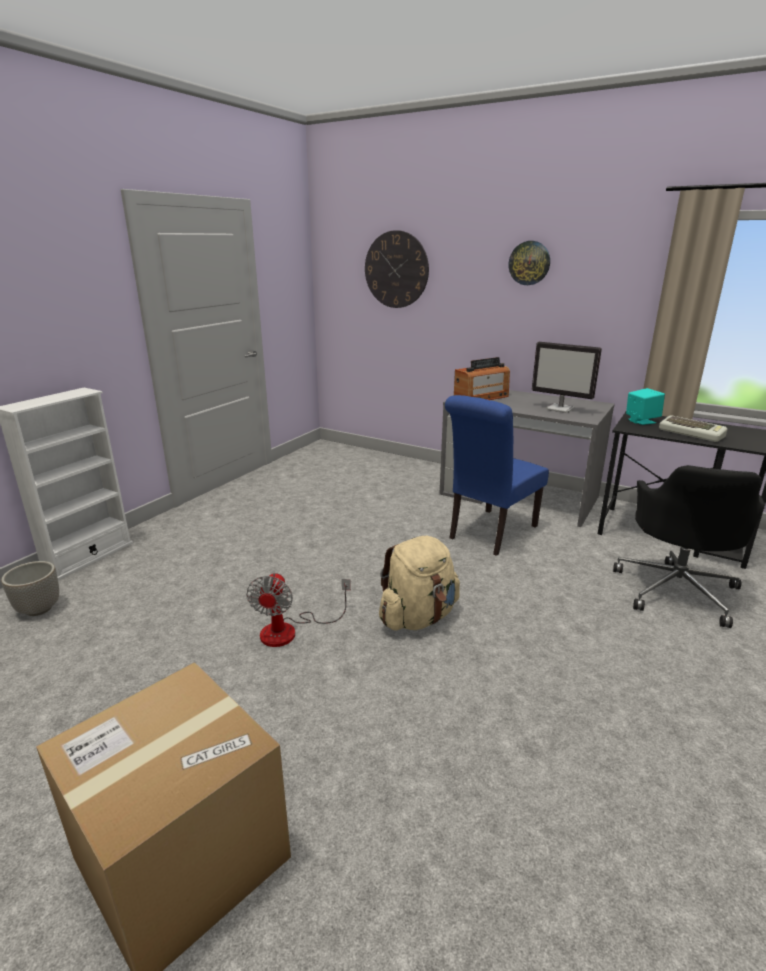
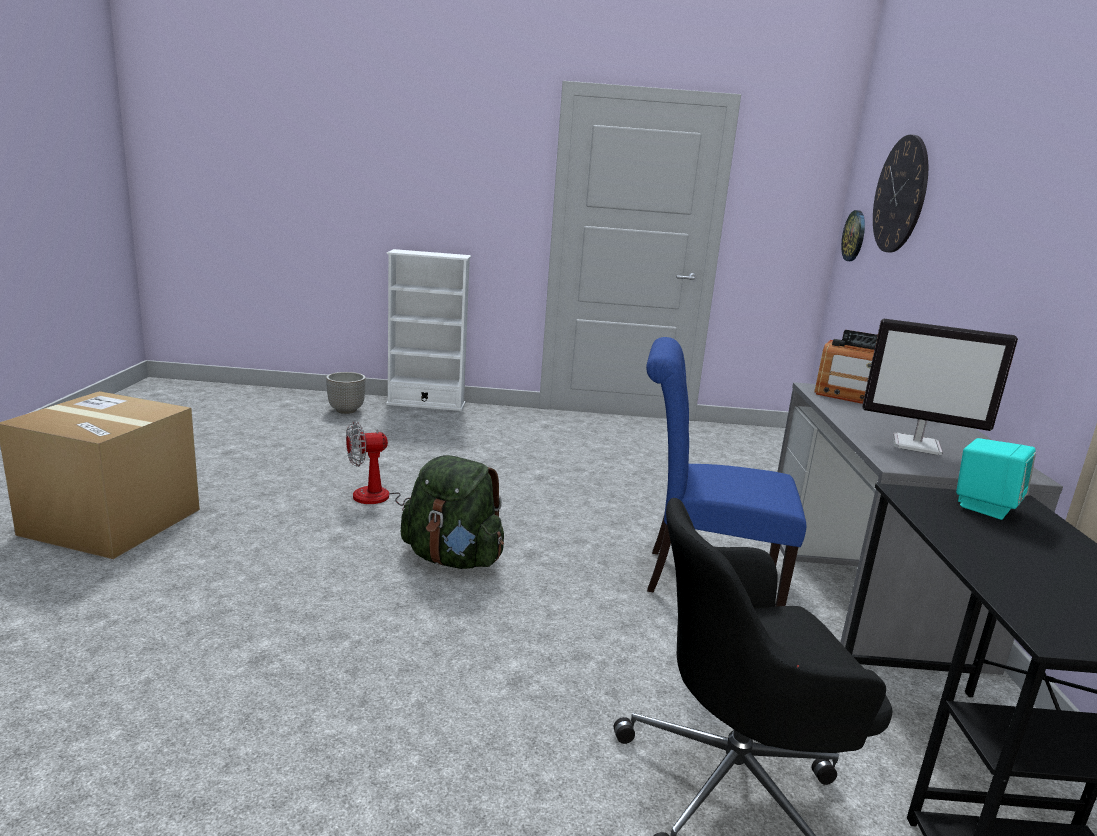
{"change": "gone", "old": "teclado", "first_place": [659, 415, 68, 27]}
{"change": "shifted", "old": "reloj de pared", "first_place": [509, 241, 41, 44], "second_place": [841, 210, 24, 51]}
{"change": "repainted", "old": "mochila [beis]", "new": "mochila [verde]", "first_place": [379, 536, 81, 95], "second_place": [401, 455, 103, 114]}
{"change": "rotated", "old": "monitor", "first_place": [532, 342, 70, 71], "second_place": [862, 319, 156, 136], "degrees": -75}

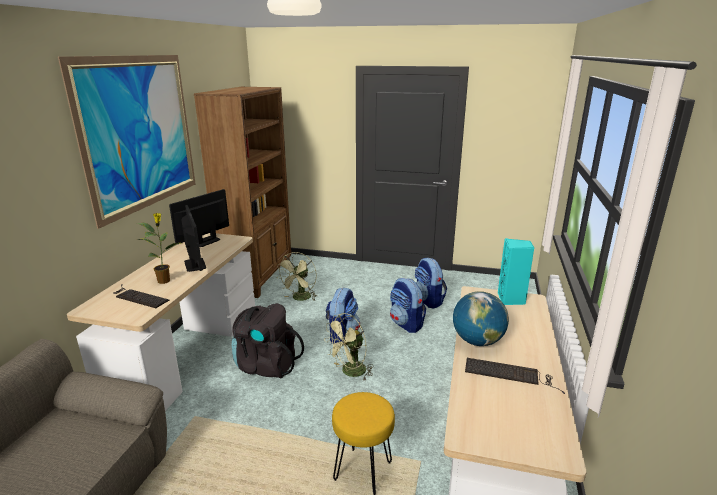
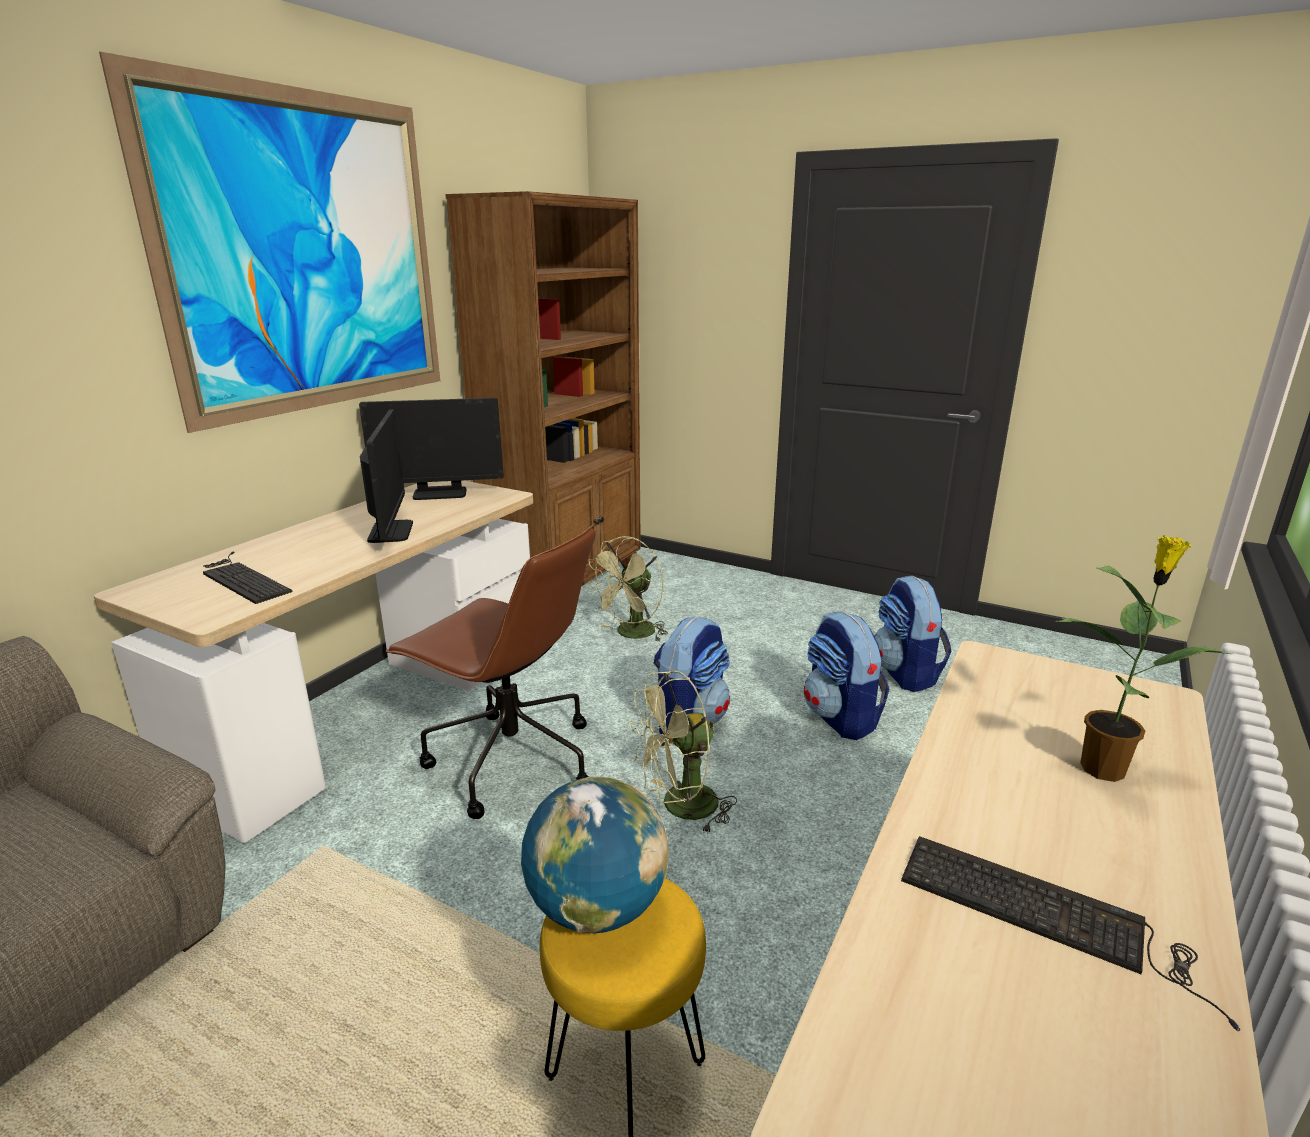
{"change": "gone", "old": "altavoz [turquesa]", "first_place": [498, 238, 36, 67]}
{"change": "shifted", "old": "planta en maceta", "first_place": [137, 213, 46, 71], "second_place": [1056, 535, 176, 247]}
{"change": "shifted", "old": "globo terráqueo", "first_place": [453, 291, 56, 55], "second_place": [521, 777, 148, 156]}
{"change": "swapped", "old": "mochila [negro]", "new": "silla de oficina [marrón]", "first_place": [232, 303, 72, 75], "second_place": [386, 525, 210, 294]}
{"change": "rotated", "old": "monitor", "first_place": [169, 189, 60, 58], "second_place": [359, 398, 145, 102], "degrees": -150}

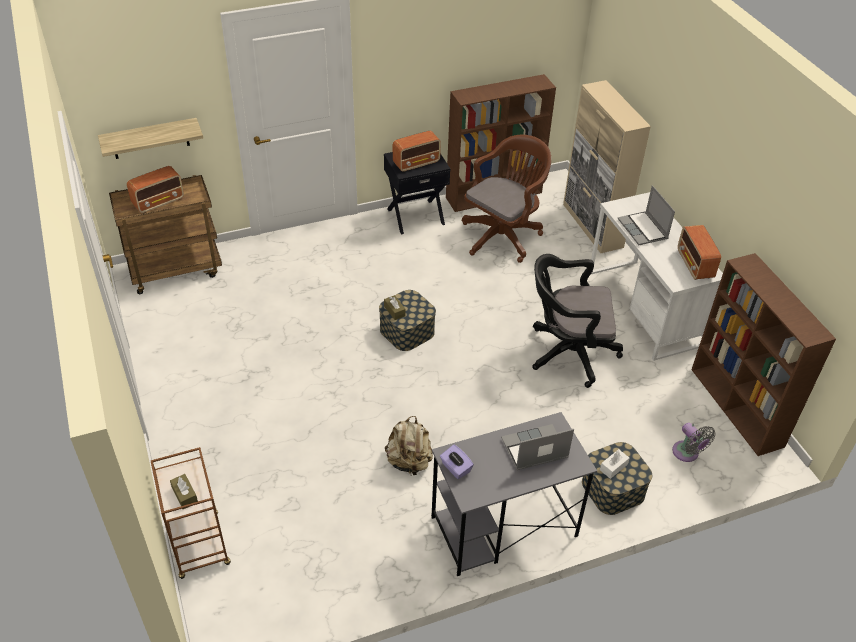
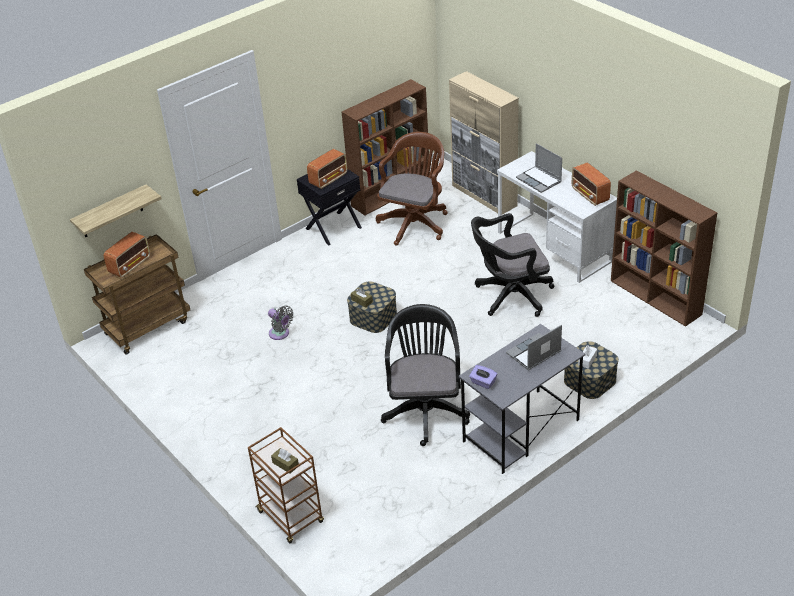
{"change": "shifted", "old": "ventilador [gris]", "first_place": [672, 422, 44, 40], "second_place": [268, 305, 26, 35]}
{"change": "swapped", "old": "mochila [beis]", "new": "silla de oficina [negro]", "first_place": [385, 416, 48, 59], "second_place": [381, 304, 89, 142]}

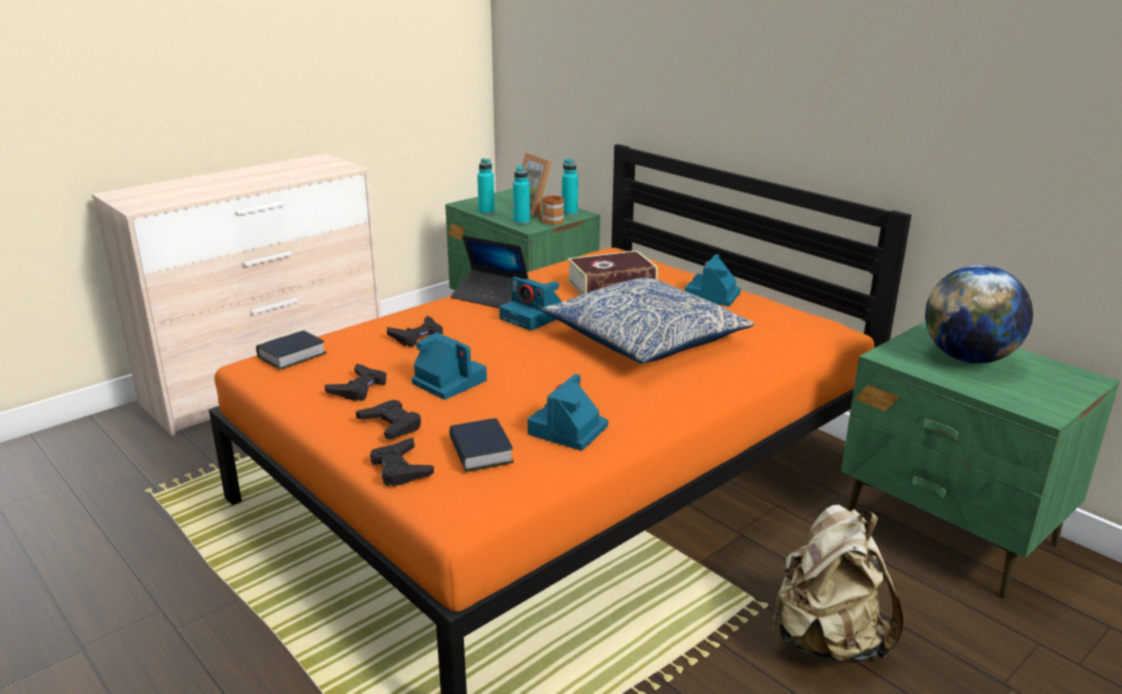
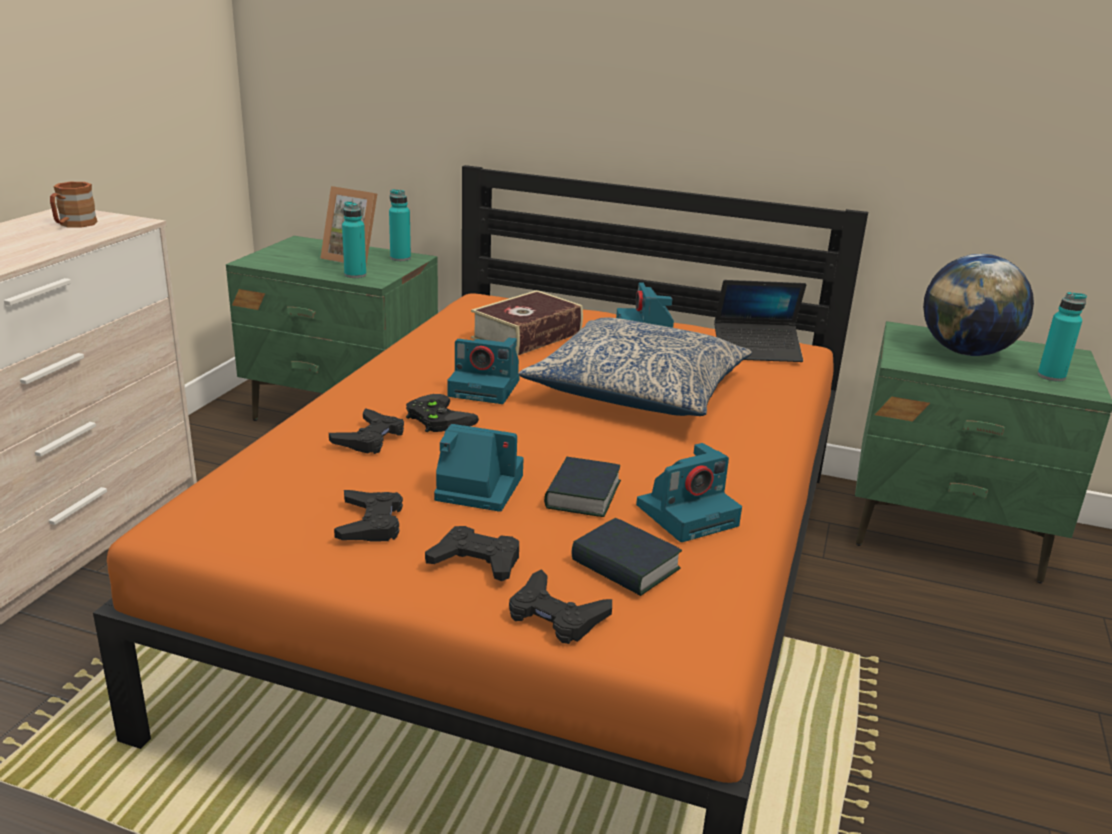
{"change": "gone", "old": "mochila [beis]", "first_place": [772, 505, 133, 156]}
{"change": "new", "new": "mando de consola [negro]", "second_place": [406, 394, 73, 39]}
{"change": "shifted", "old": "libro", "first_place": [256, 330, 71, 40], "second_place": [544, 457, 77, 60]}
{"change": "shifted", "old": "portátil", "first_place": [451, 235, 78, 73], "second_place": [714, 280, 92, 82]}
{"change": "shifted", "old": "botella [turquesa]", "first_place": [477, 158, 18, 57], "second_place": [1038, 292, 49, 90]}
{"change": "shifted", "old": "taza grande [marrón]", "first_place": [538, 195, 26, 30], "second_place": [50, 182, 48, 46]}
{"change": "rotated", "old": "cámara", "first_place": [528, 374, 80, 77], "second_place": [636, 443, 106, 99], "degrees": -120}

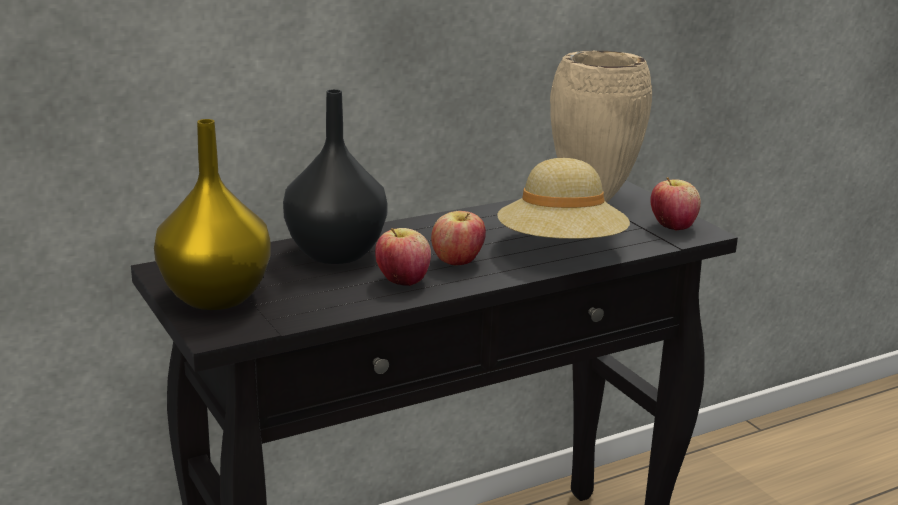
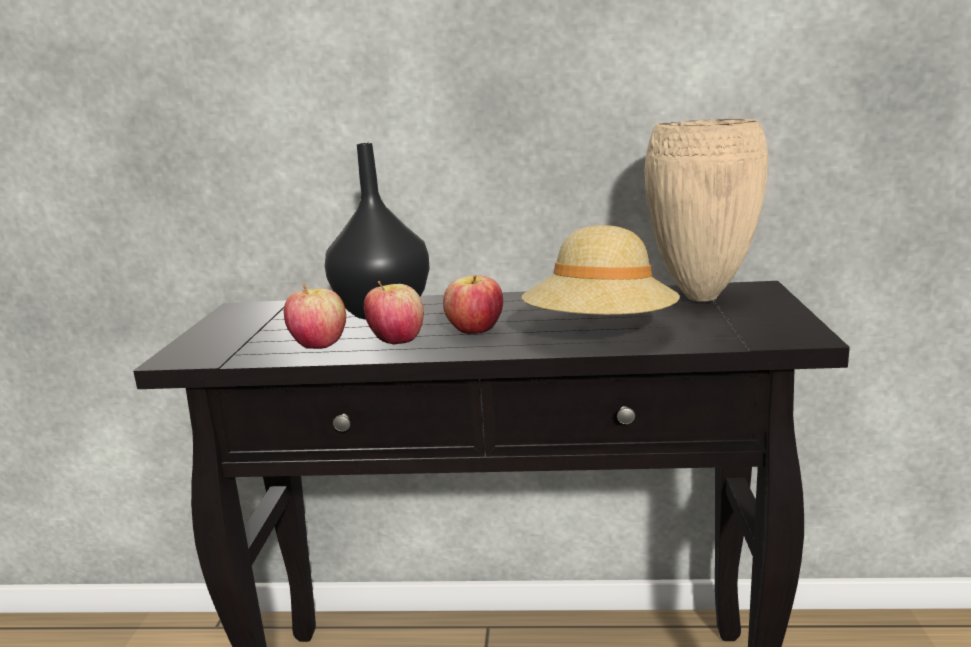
{"change": "gone", "old": "florero [amarillo]", "first_place": [154, 119, 117, 191]}
{"change": "shifted", "old": "manzana", "first_place": [650, 177, 51, 53], "second_place": [284, 284, 62, 65]}

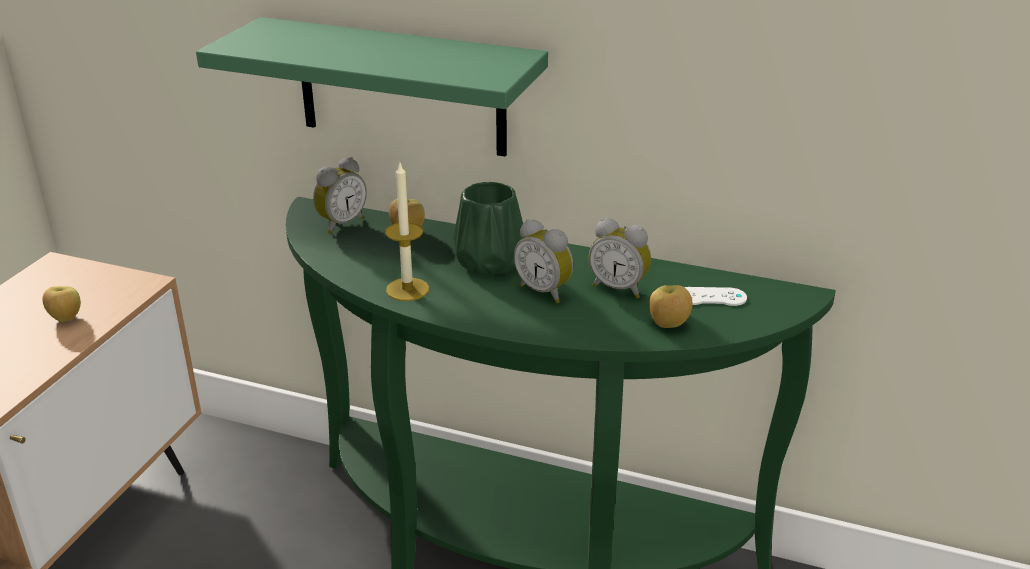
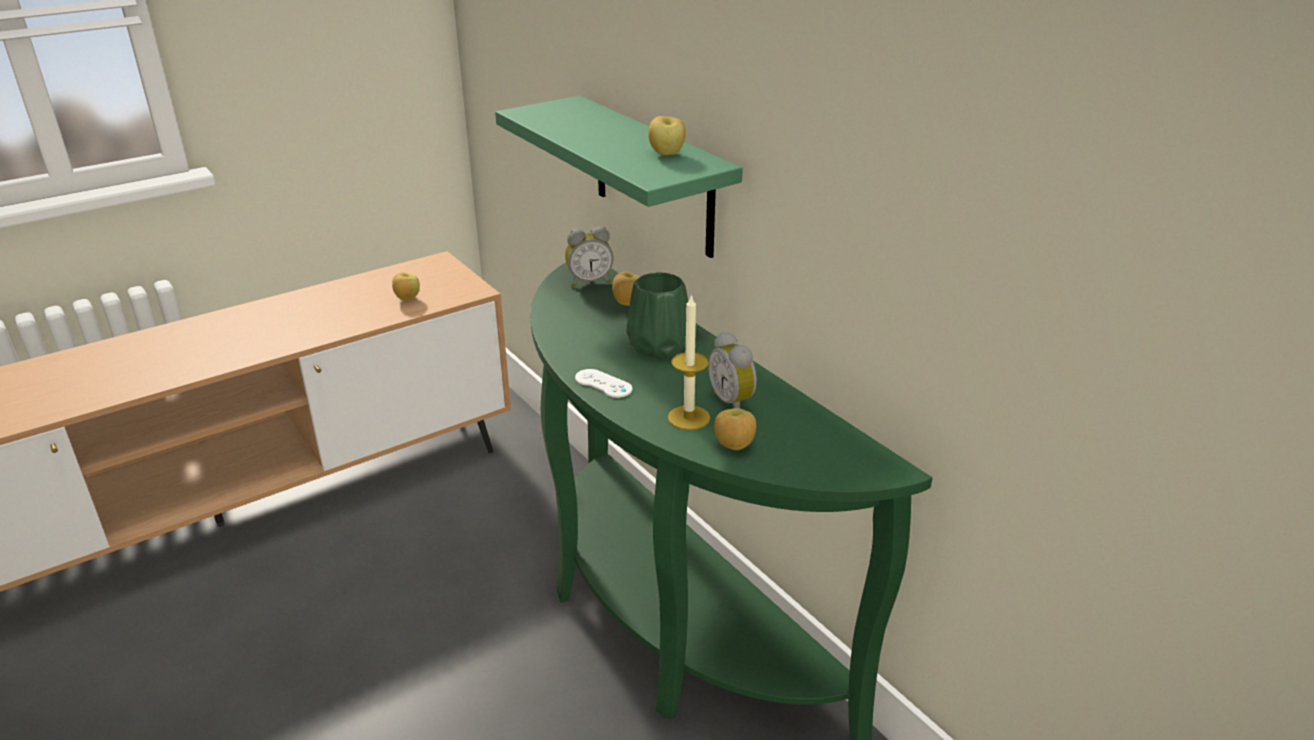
{"change": "gone", "old": "despertador", "first_place": [514, 219, 59, 84]}
{"change": "new", "new": "manzana", "second_place": [648, 116, 38, 39]}
{"change": "shifted", "old": "vela", "first_place": [385, 163, 44, 138], "second_place": [668, 294, 42, 136]}
{"change": "shifted", "old": "mando de consola [blanco]", "first_place": [685, 287, 62, 19], "second_place": [575, 369, 57, 29]}

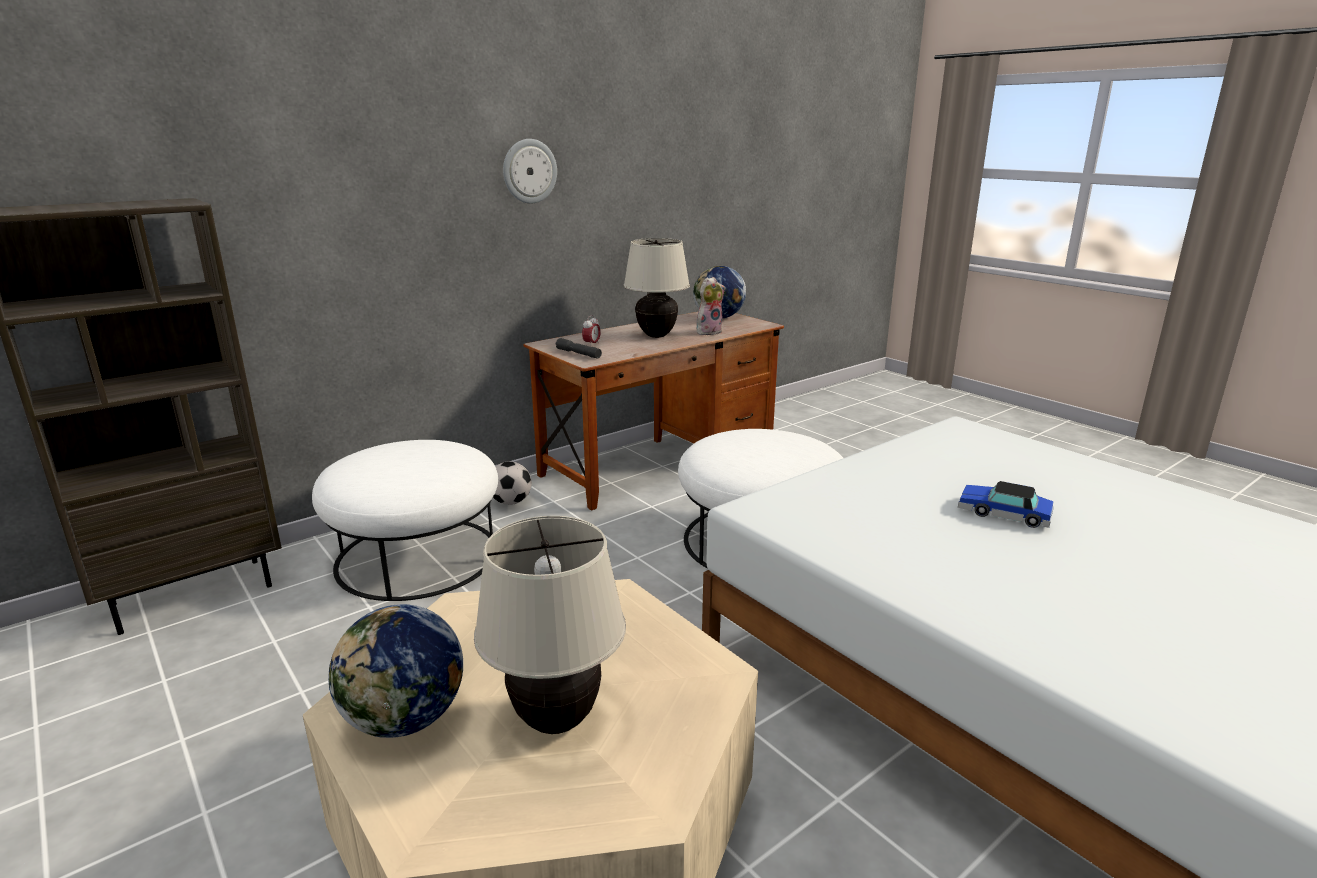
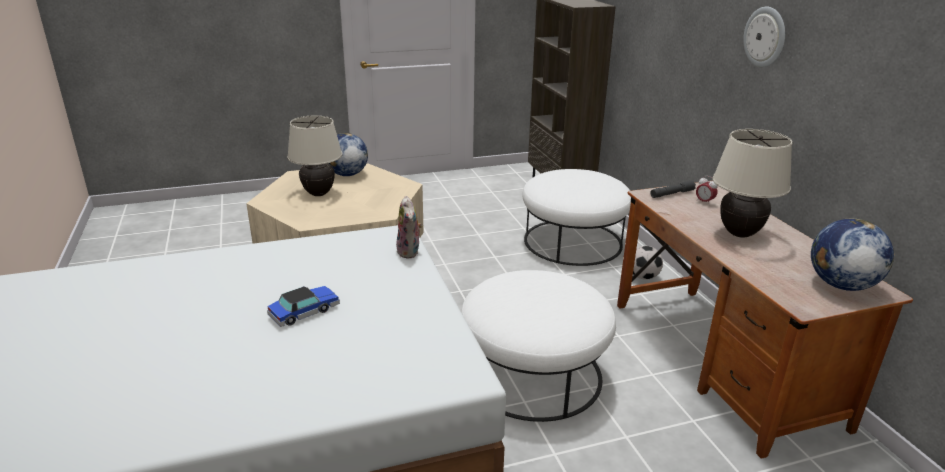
{"change": "shifted", "old": "peluche", "first_place": [697, 277, 28, 58], "second_place": [396, 196, 27, 62]}

